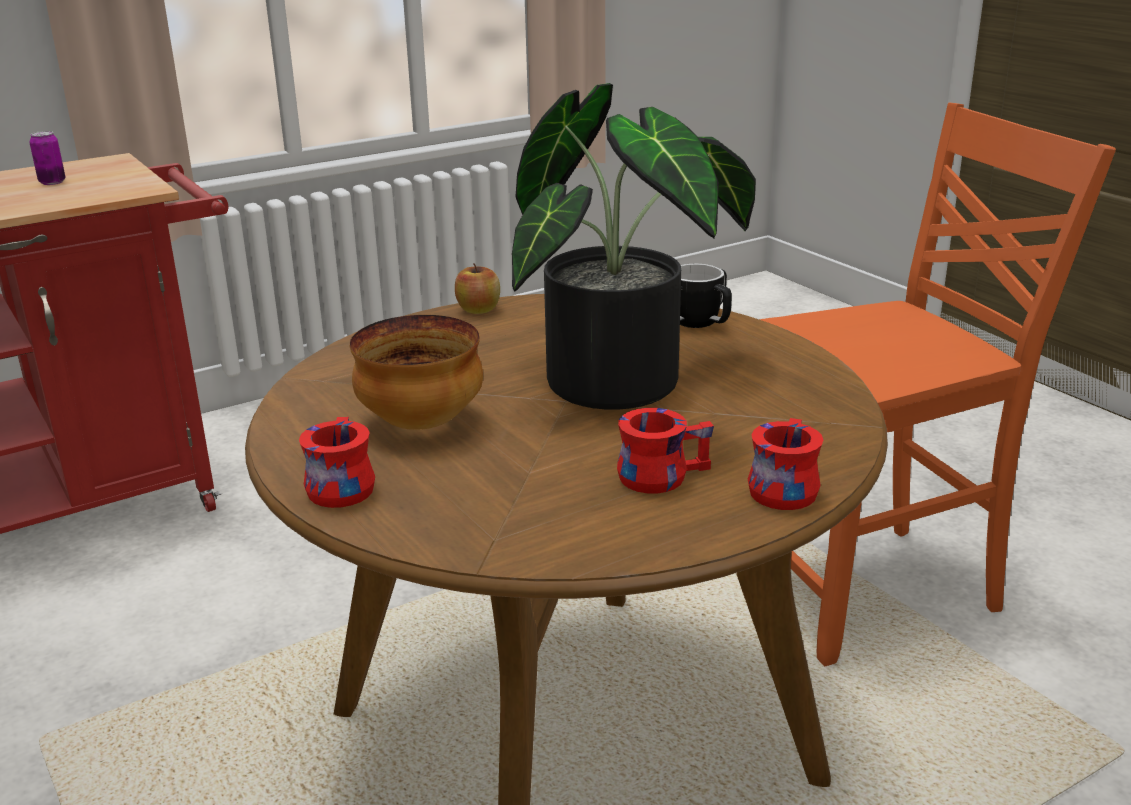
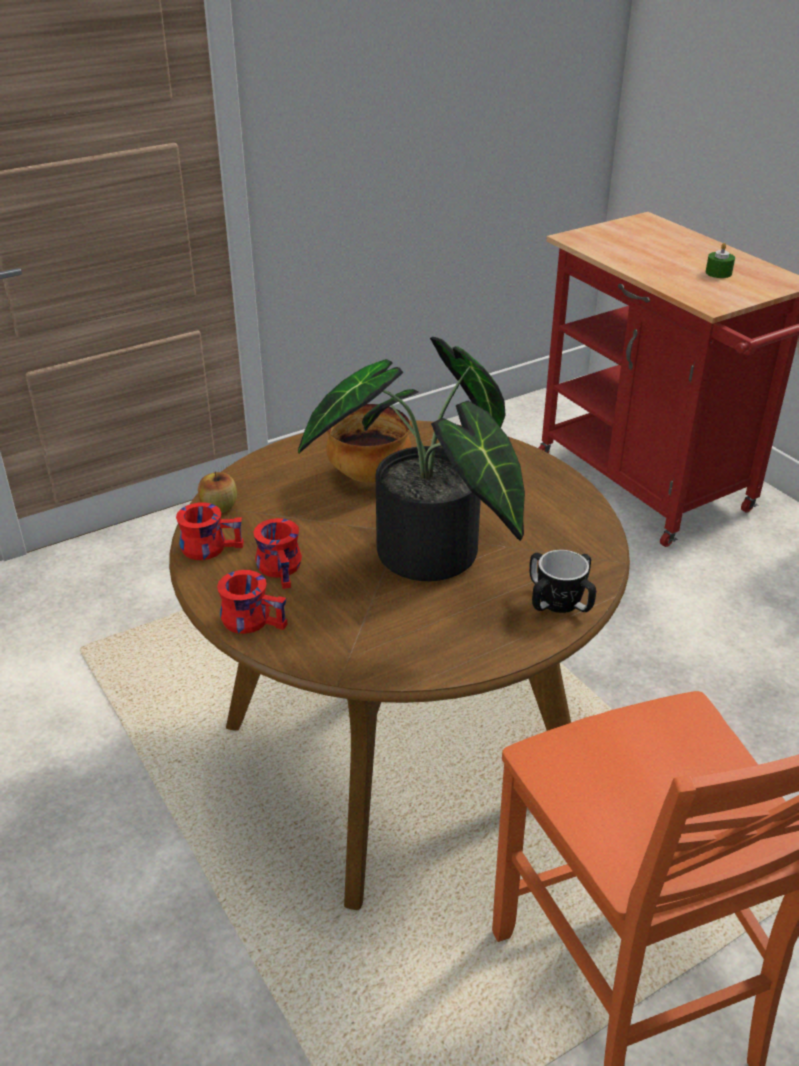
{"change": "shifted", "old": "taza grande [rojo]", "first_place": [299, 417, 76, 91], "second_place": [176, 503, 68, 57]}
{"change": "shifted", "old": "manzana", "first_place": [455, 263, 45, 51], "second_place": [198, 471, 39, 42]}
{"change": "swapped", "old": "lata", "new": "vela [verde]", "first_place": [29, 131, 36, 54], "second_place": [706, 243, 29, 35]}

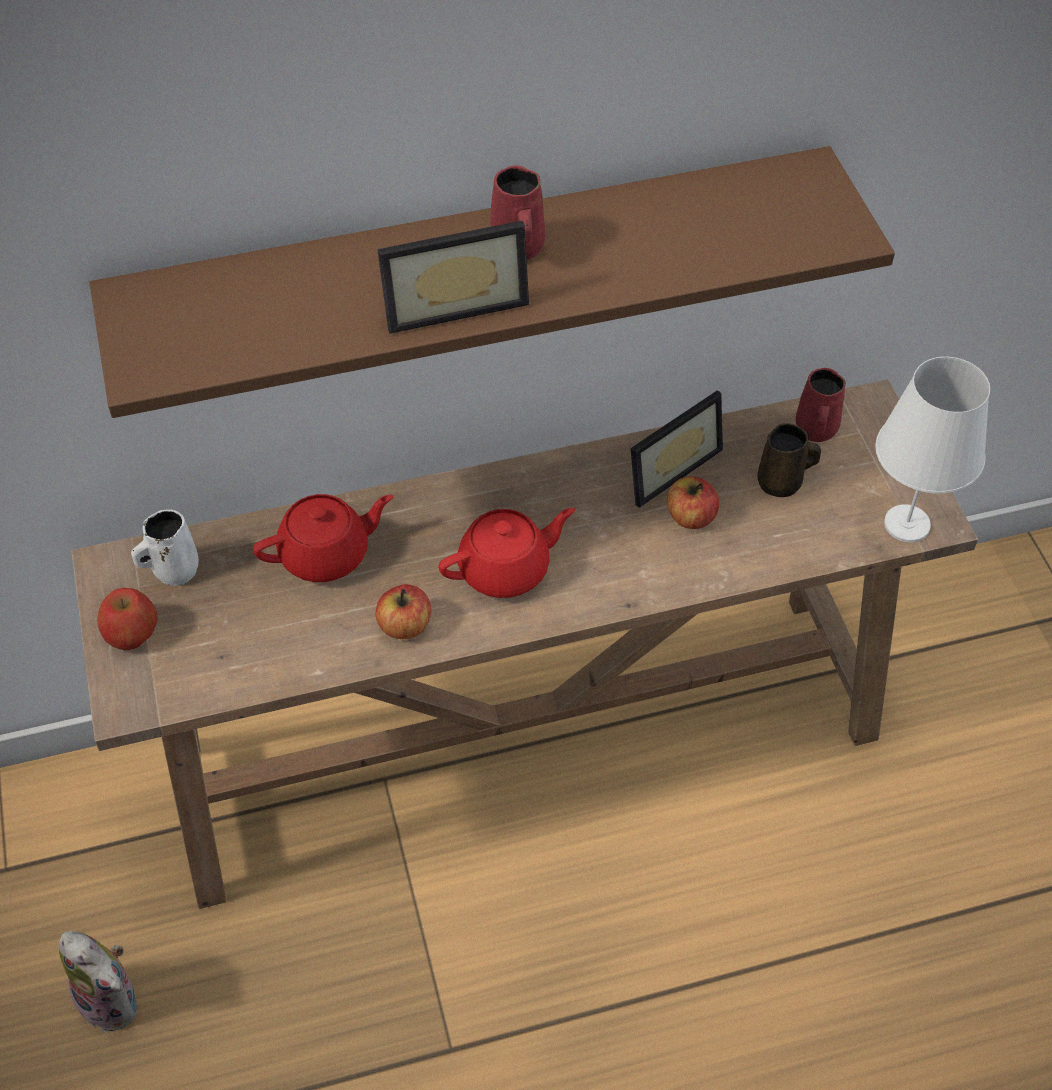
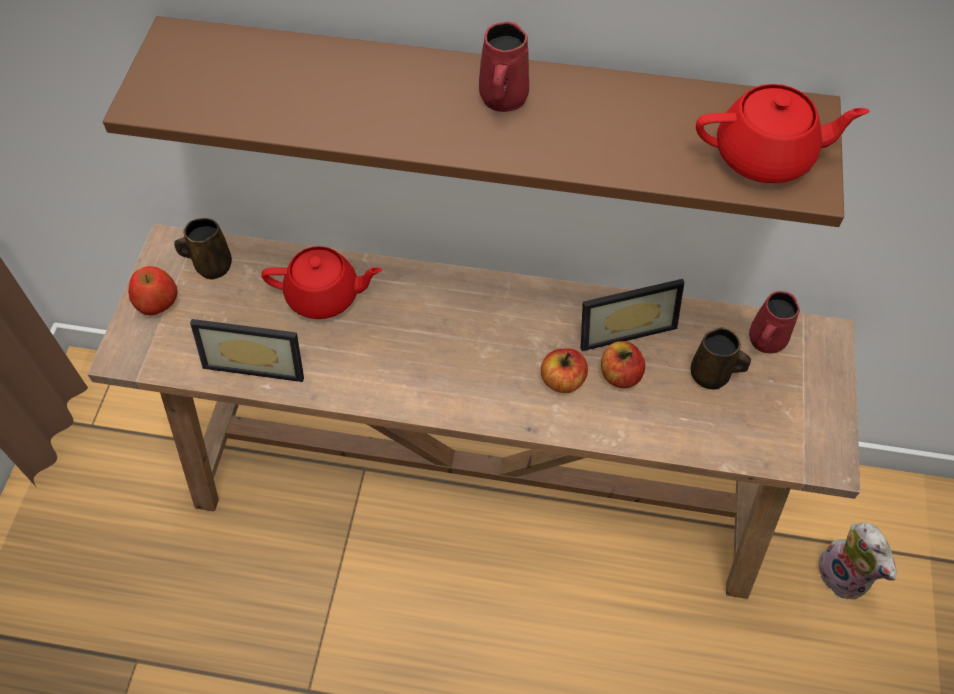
{"change": "gone", "old": "lámpara de mesa [blanco]", "first_place": [875, 357, 115, 185]}
{"change": "shifted", "old": "peluche", "first_place": [59, 931, 80, 102], "second_place": [815, 522, 82, 77]}
{"change": "shifted", "old": "manzana", "first_place": [375, 584, 56, 55], "second_place": [541, 348, 47, 45]}
{"change": "shifted", "old": "portarretratos", "first_place": [377, 221, 152, 113], "second_place": [190, 319, 114, 63]}
{"change": "shifted", "old": "tetera [rojo]", "first_place": [438, 508, 137, 90], "second_place": [696, 84, 174, 99]}
{"change": "repainted", "old": "taza grande [blanco]", "new": "taza grande [marrón]", "first_place": [131, 509, 68, 77], "second_place": [174, 218, 58, 62]}

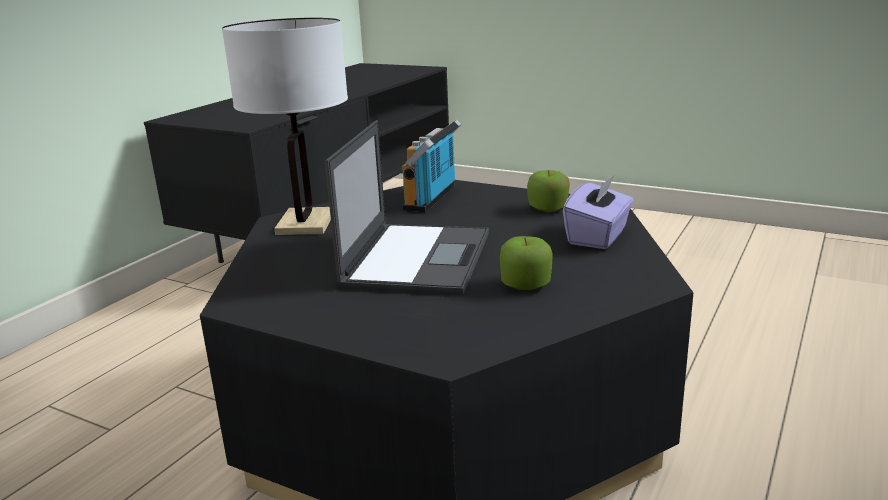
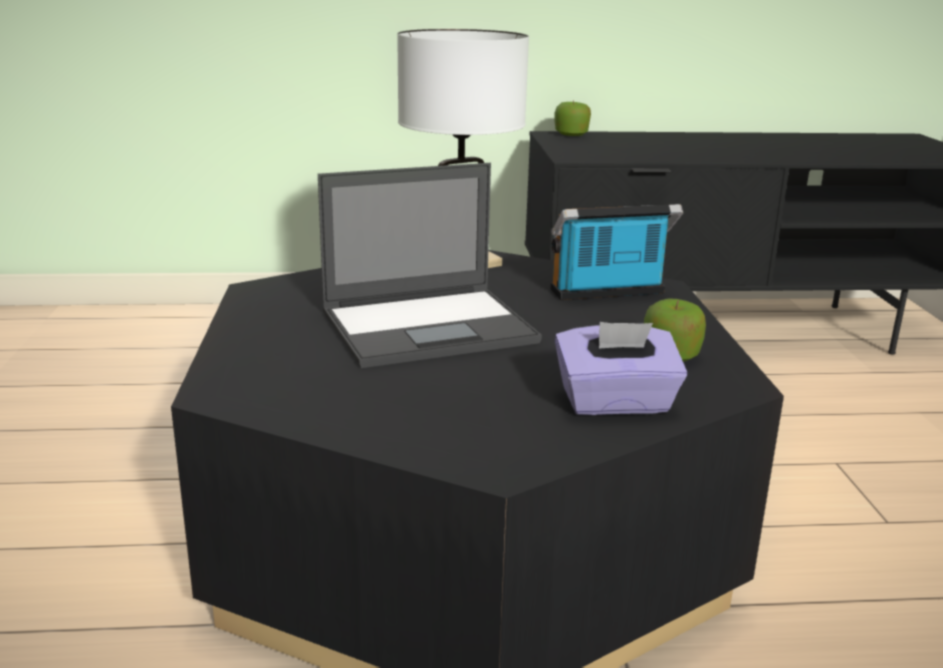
{"change": "shifted", "old": "manzana", "first_place": [500, 236, 52, 54], "second_place": [554, 100, 37, 36]}

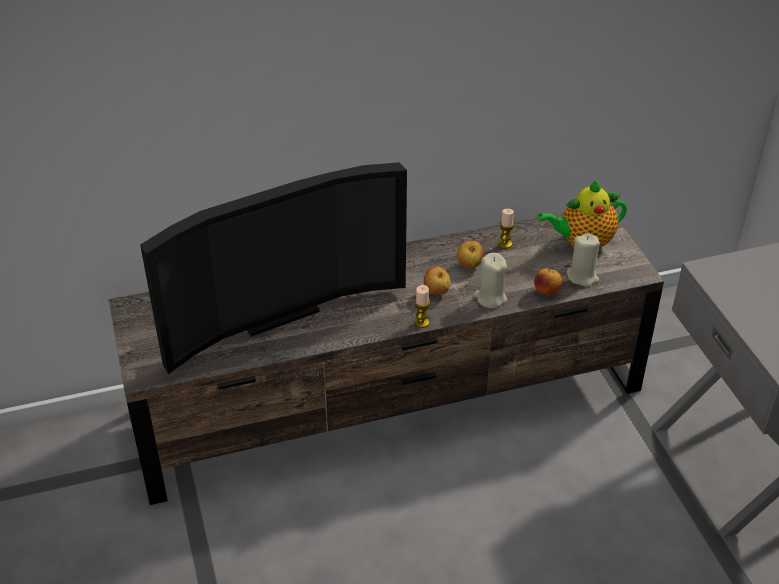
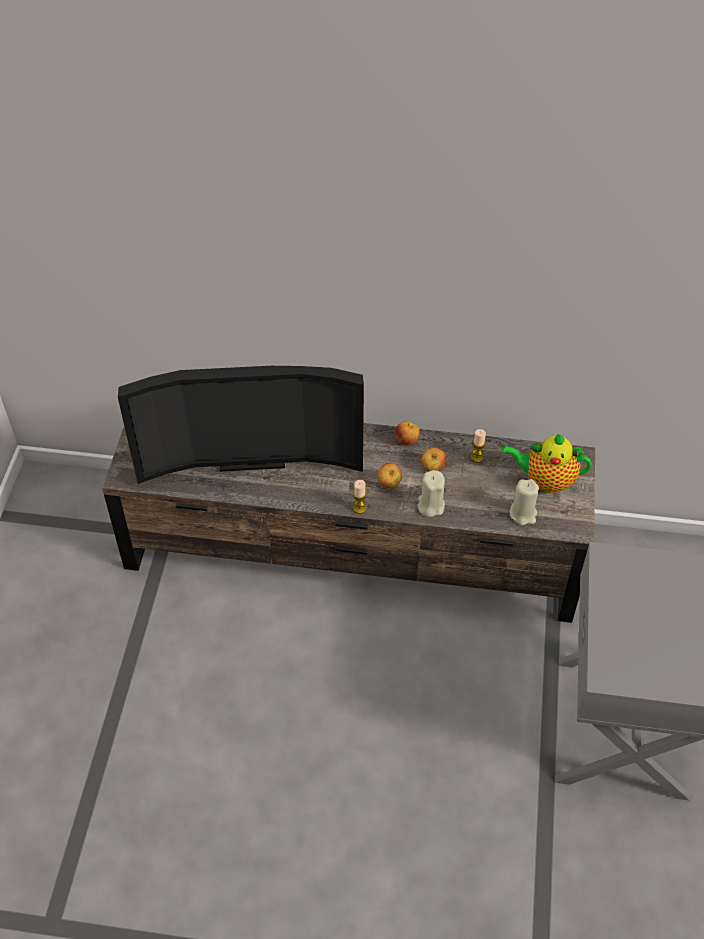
{"change": "shifted", "old": "manzana", "first_place": [534, 269, 29, 27], "second_place": [395, 421, 25, 24]}

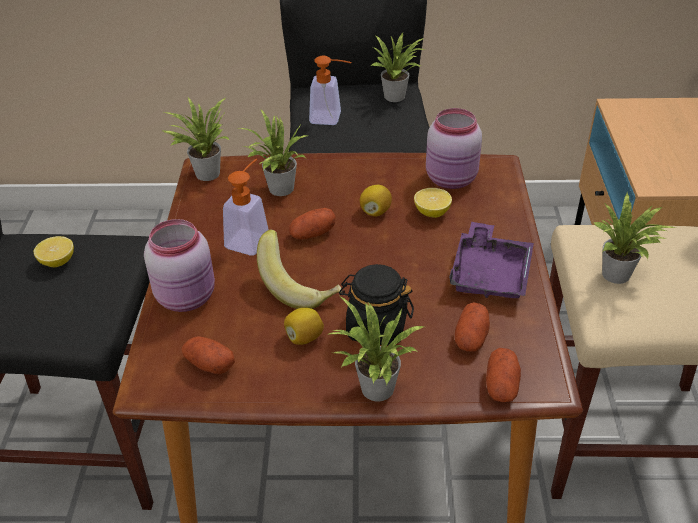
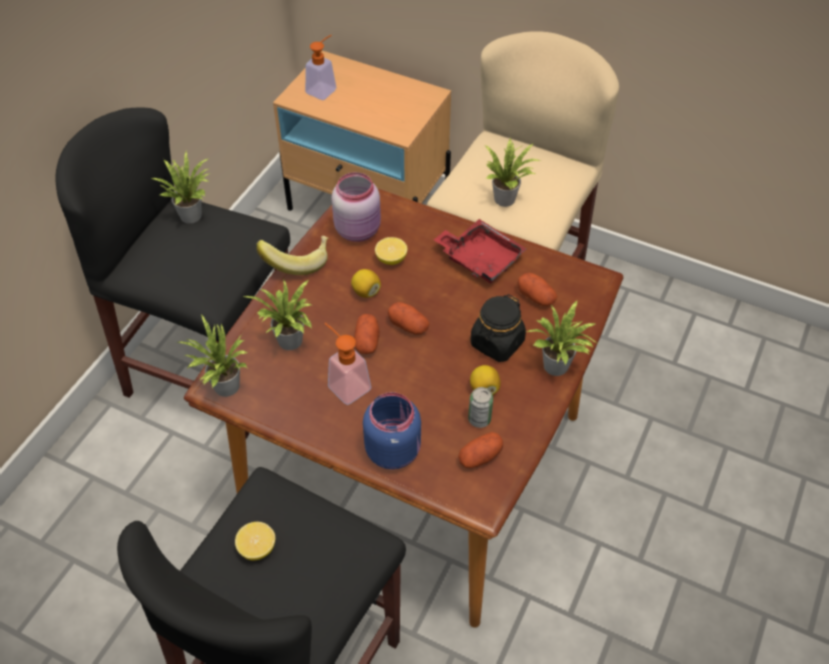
{"change": "new", "new": "lata", "second_place": [468, 387, 25, 41]}
{"change": "shifted", "old": "plátano", "first_place": [257, 229, 84, 80], "second_place": [256, 236, 73, 39]}
{"change": "shifted", "old": "dispensador de jabón", "first_place": [309, 56, 43, 69], "second_place": [305, 35, 32, 65]}
{"change": "shifted", "old": "patata", "first_place": [486, 348, 35, 54], "second_place": [388, 302, 42, 33]}
{"change": "repainted", "old": "tarro [rosa]", "new": "tarro [azul]", "first_place": [144, 219, 71, 93], "second_place": [363, 392, 58, 78]}
{"change": "repainted", "old": "bandeja [morado]", "new": "bandeja [rojo]", "first_place": [449, 222, 85, 76], "second_place": [434, 219, 92, 64]}

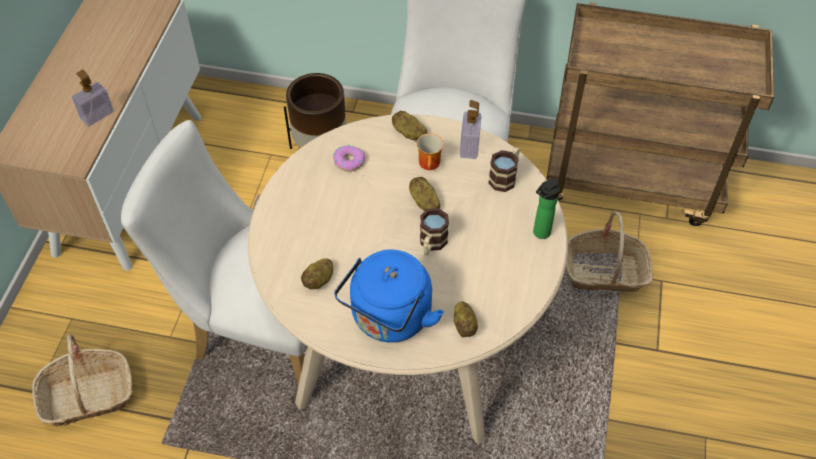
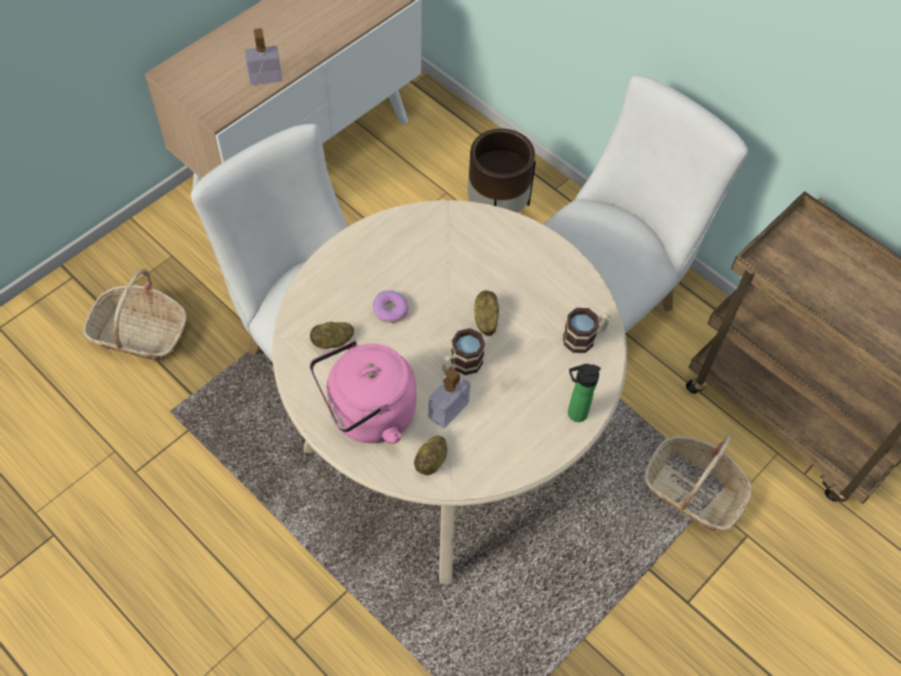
{"change": "gone", "old": "patata", "first_place": [392, 111, 35, 29]}
{"change": "gone", "old": "taza grande", "first_place": [417, 133, 27, 37]}
{"change": "shifted", "old": "rosquilla", "first_place": [333, 145, 33, 27], "second_place": [373, 290, 36, 33]}
{"change": "shifted", "old": "dispensador de jabón", "first_place": [460, 100, 21, 59], "second_place": [428, 367, 43, 62]}
{"change": "repainted", "old": "hervidor [azul]", "new": "hervidor [rosa]", "first_place": [334, 250, 110, 92], "second_place": [310, 340, 106, 104]}

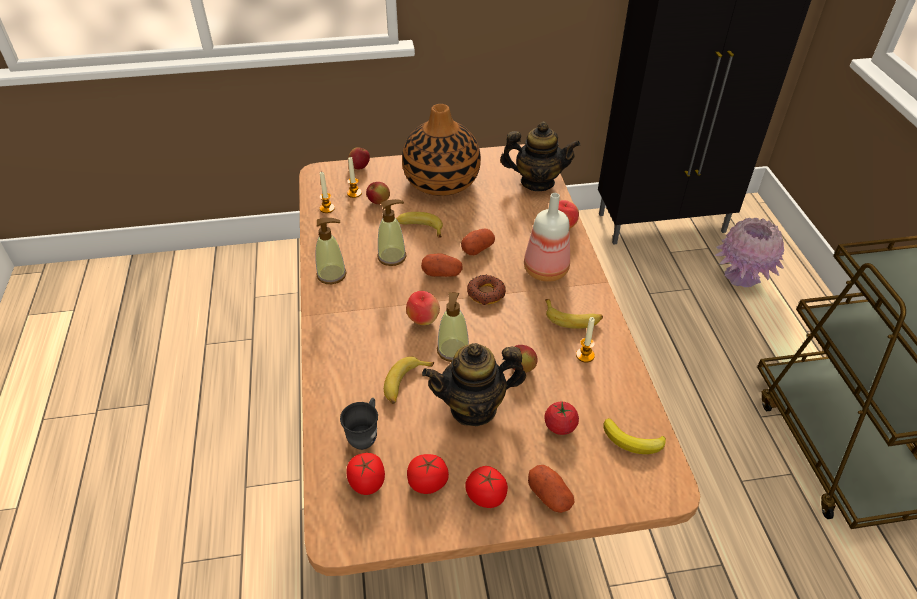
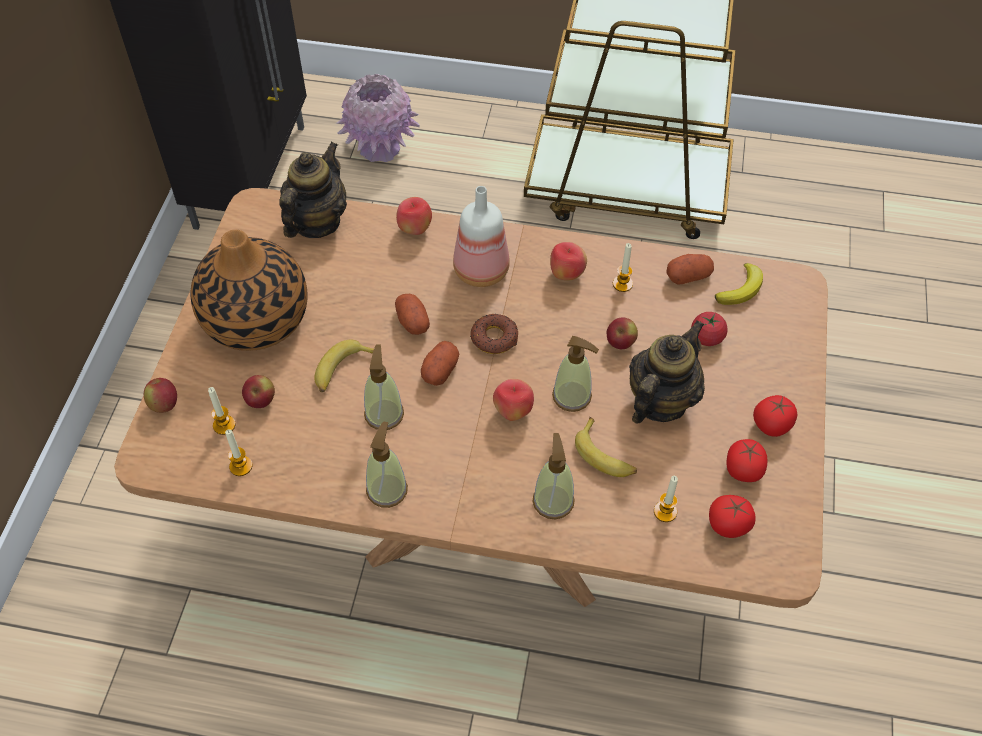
{"change": "new", "new": "dispensador de jabón", "second_place": [533, 433, 42, 87]}
{"change": "shifted", "old": "patata", "first_place": [528, 465, 47, 48], "second_place": [666, 254, 48, 31]}
{"change": "swapped", "old": "taza grande [gris]", "new": "vela", "first_place": [340, 398, 38, 52], "second_place": [654, 476, 24, 46]}
{"change": "swapped", "old": "plátano", "new": "manzana", "first_place": [545, 299, 58, 30], "second_place": [550, 242, 37, 39]}
{"change": "rotated", "old": "tetera", "first_place": [422, 343, 104, 83], "second_place": [629, 320, 76, 104], "degrees": -150}

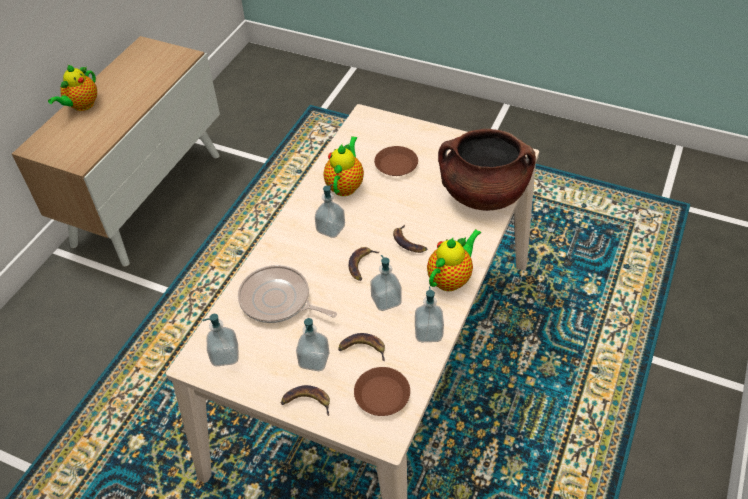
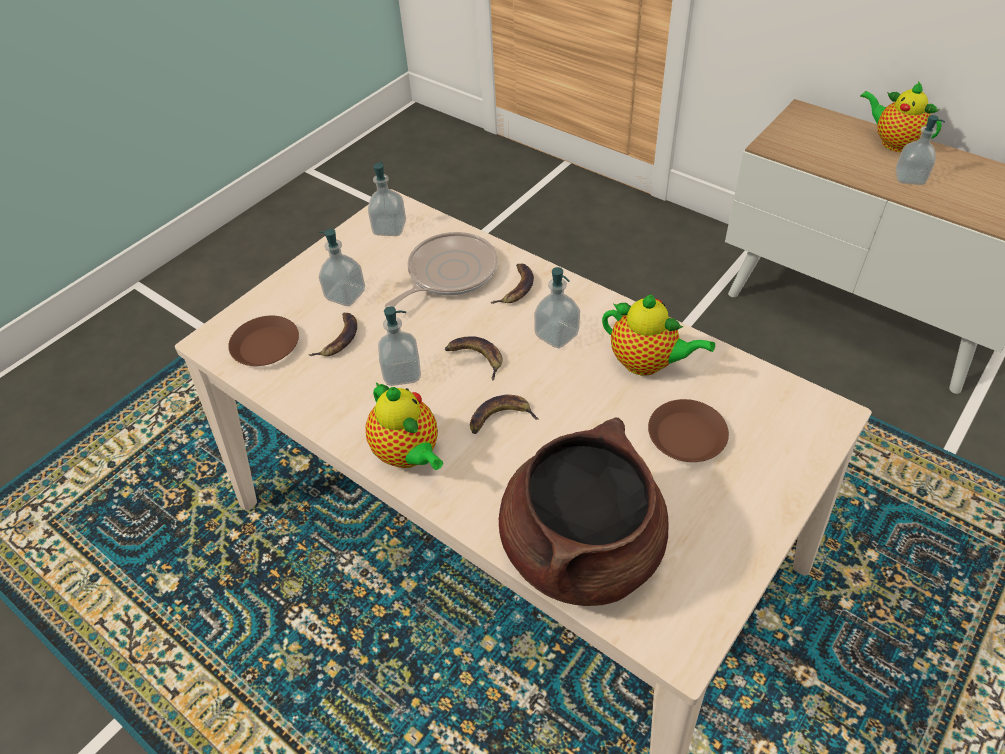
{"change": "shifted", "old": "plátano", "first_place": [281, 385, 49, 31], "second_place": [490, 264, 44, 40]}
{"change": "shifted", "old": "dispensador de jabón", "first_place": [415, 287, 29, 55], "second_place": [896, 115, 49, 70]}

